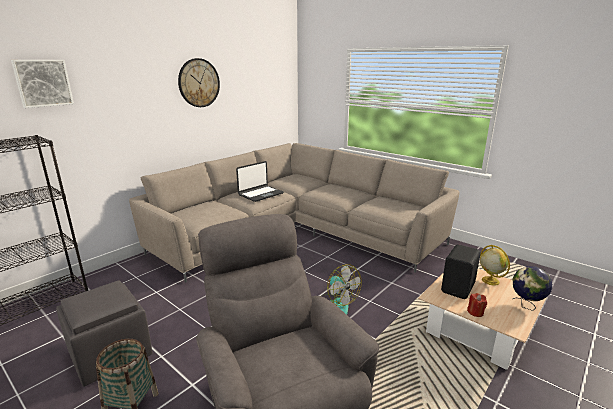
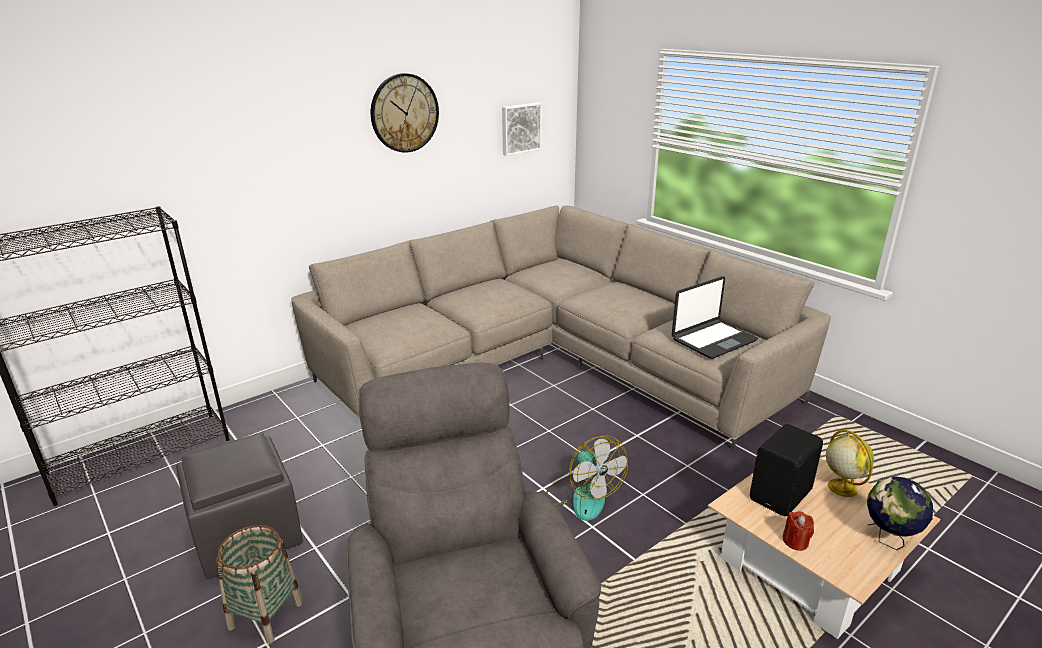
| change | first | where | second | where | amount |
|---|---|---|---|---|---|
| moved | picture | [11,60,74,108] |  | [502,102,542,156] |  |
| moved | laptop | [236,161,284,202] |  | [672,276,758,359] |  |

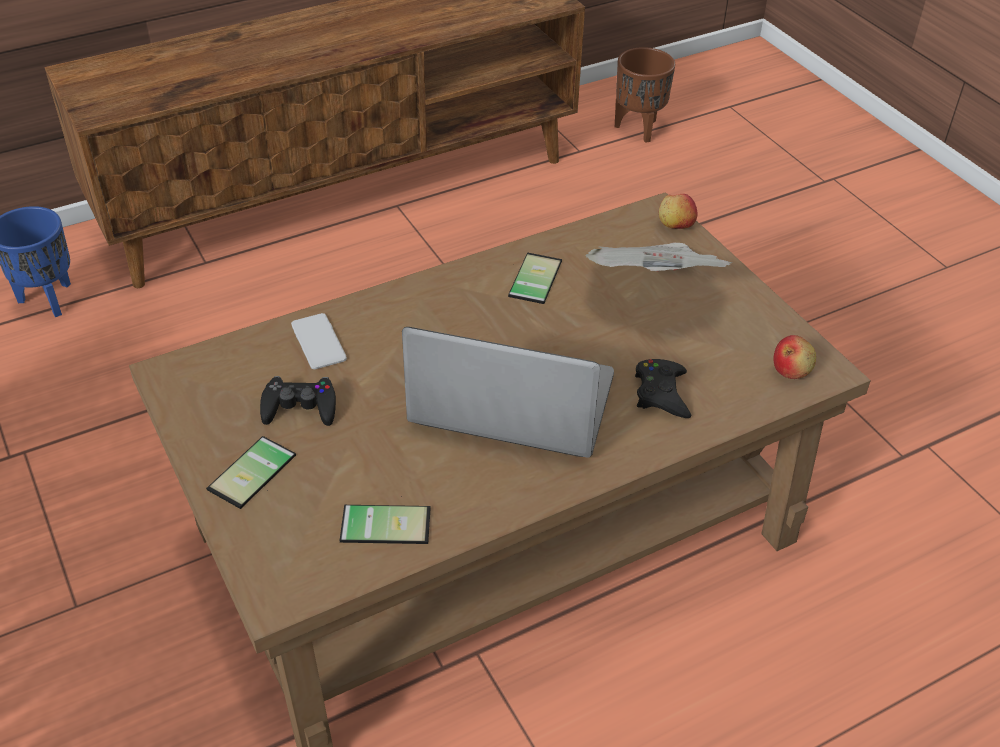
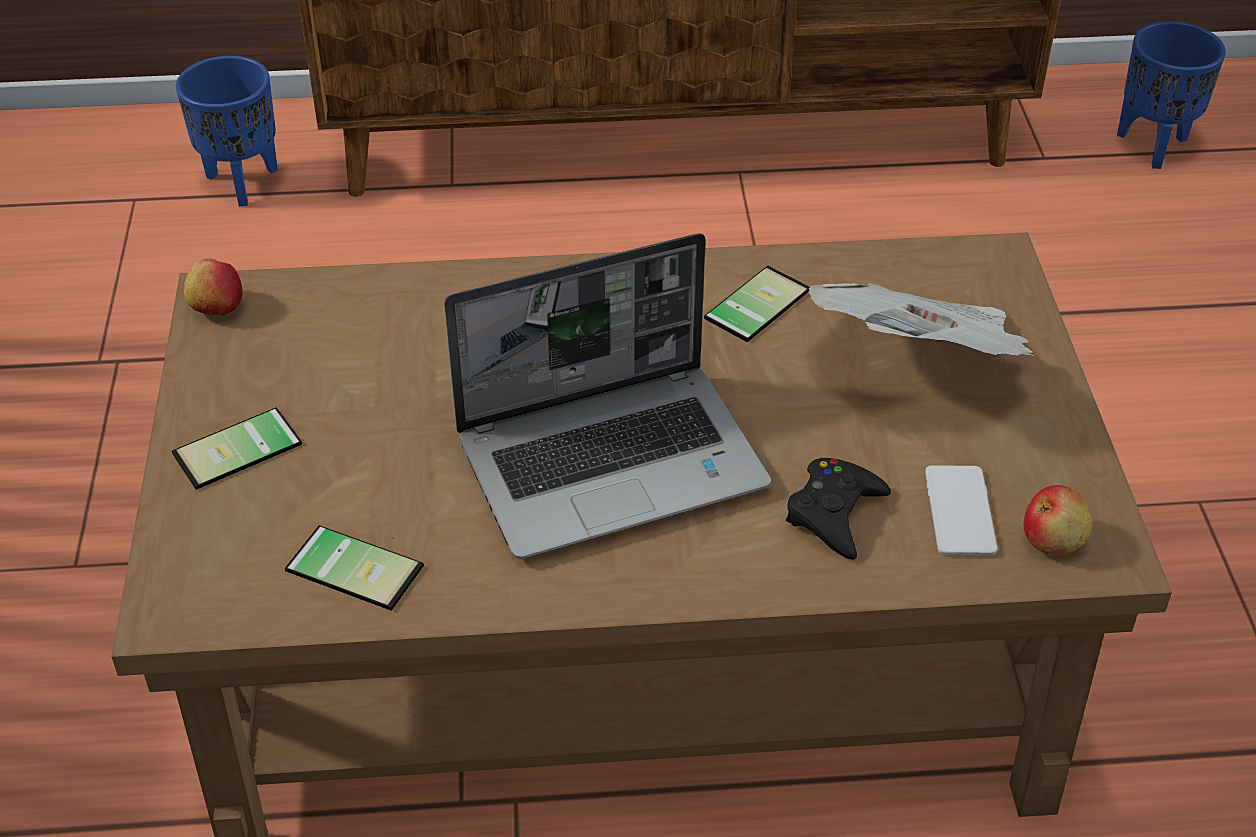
| change | first | where | second | where | amount |
|---|---|---|---|---|---|
| removed | black game controller | [260,376,336,426] |  |  |  |
| moved | phone | [291,313,347,369] |  | [925,465,997,555] |  |
| turned | laptop | [402,327,614,458] |  | [444,233,771,559] | 120 degrees clockwise |
| recoloured | brown planter | [615,47,675,143] | blue planter | [1117,21,1226,169] |  |
| moved | apple | [659,194,697,229] |  | [184,258,243,316] |  |

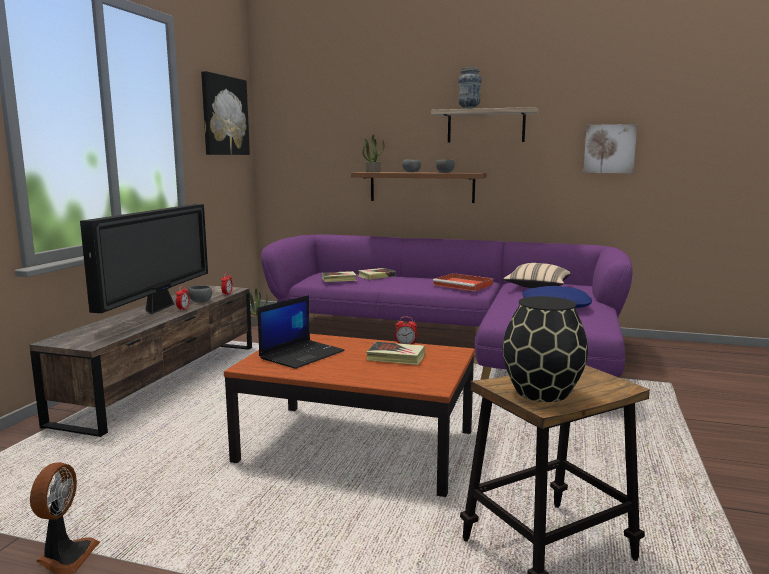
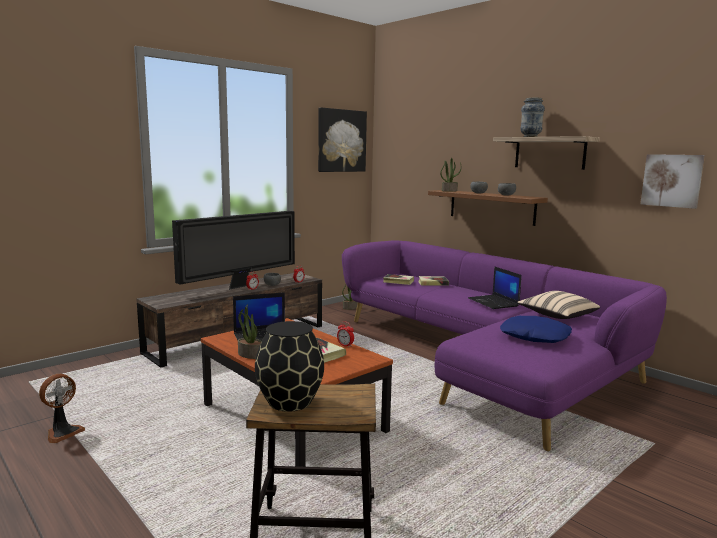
| change | first | where | second | where | amount |
|---|---|---|---|---|---|
| replaced | red tray | [433,273,493,291] | laptop | [468,266,522,309] |  |
| added |  |  | potted plant | [238,304,262,359] |  |

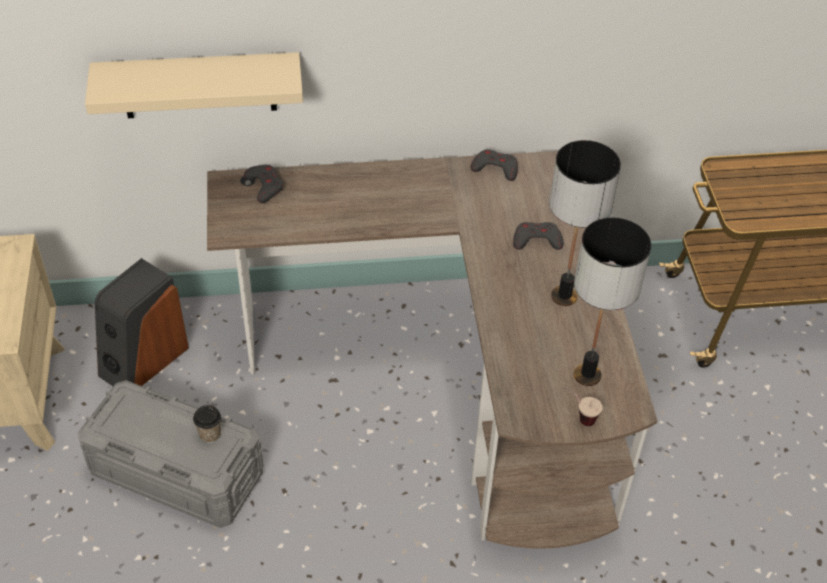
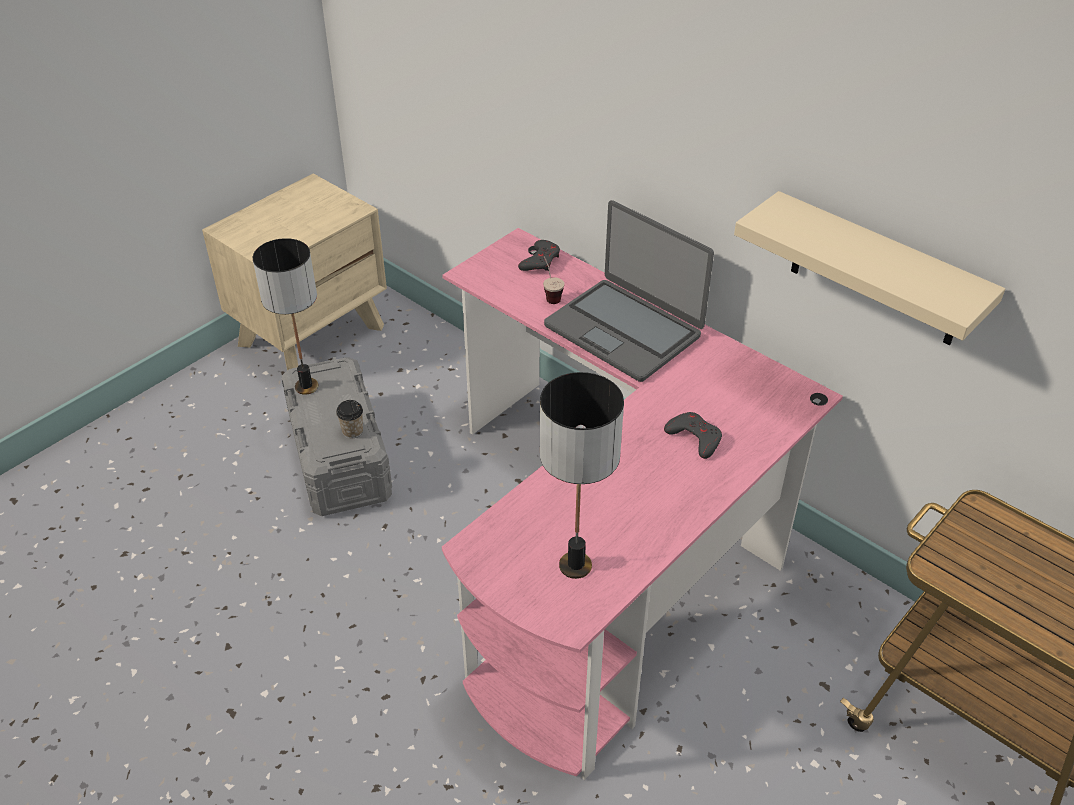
| change | first | where | second | where | amount |
|---|---|---|---|---|---|
| moved | beige shelf | [85,52,303,118] |  | [734,191,1005,345] |  |
| removed | speaker | [95,258,189,386] |  |  |  |
| recoloured | brown desk | [207,151,658,549] | pink desk | [442,228,843,780] |  |
| removed | grey game controller | [471,149,518,181] |  |  |  |
| moved | table lamp | [549,140,621,306] |  | [253,238,318,395] |  |
| moved | cup | [562,387,602,426] |  | [543,256,564,304] |  |
| added |  |  | laptop | [544,200,714,382] |  |

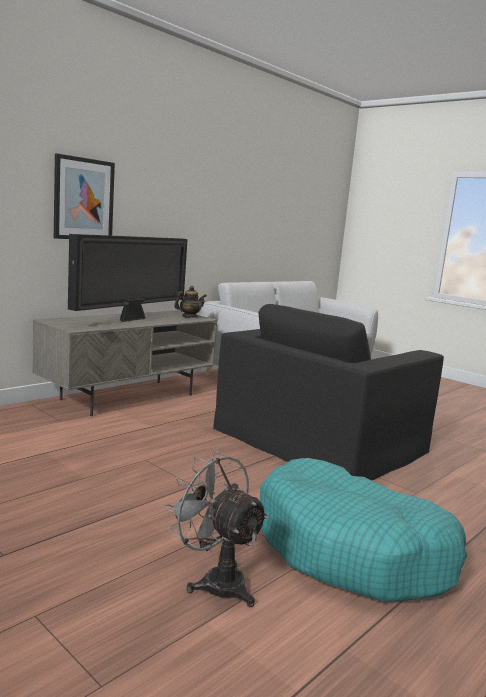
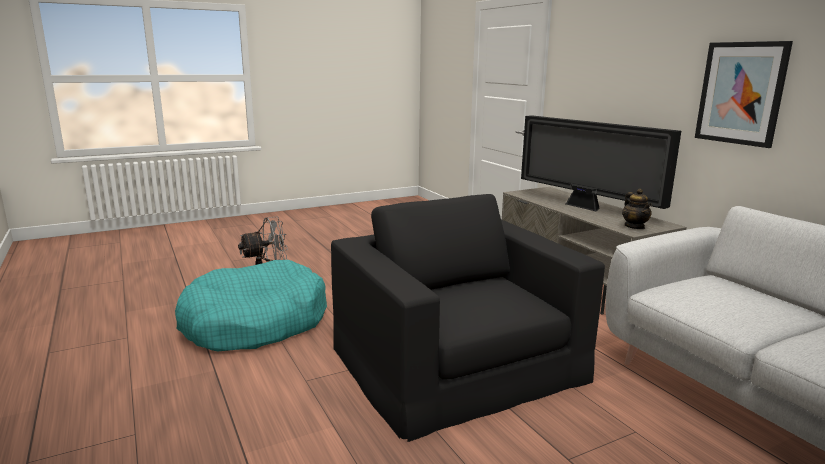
| change | first | where | second | where | amount |
|---|---|---|---|---|---|
| moved | picture | [54,153,115,239] |  | [695,41,793,148] |  |

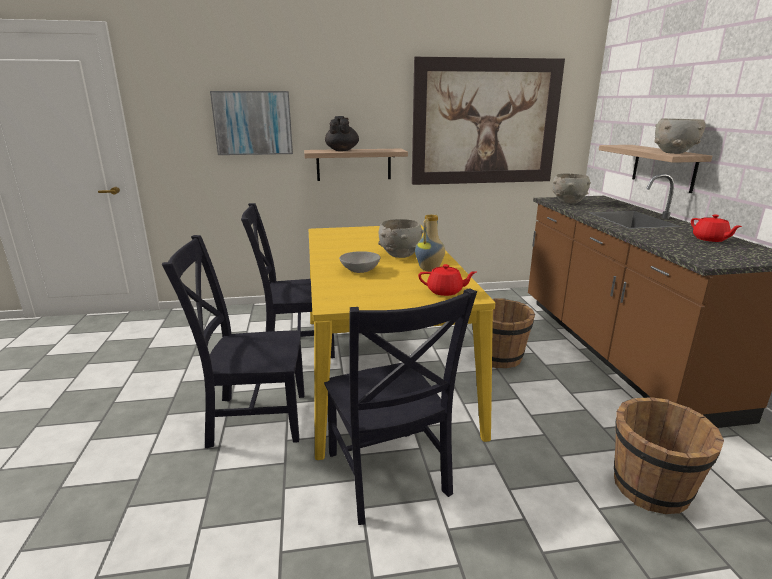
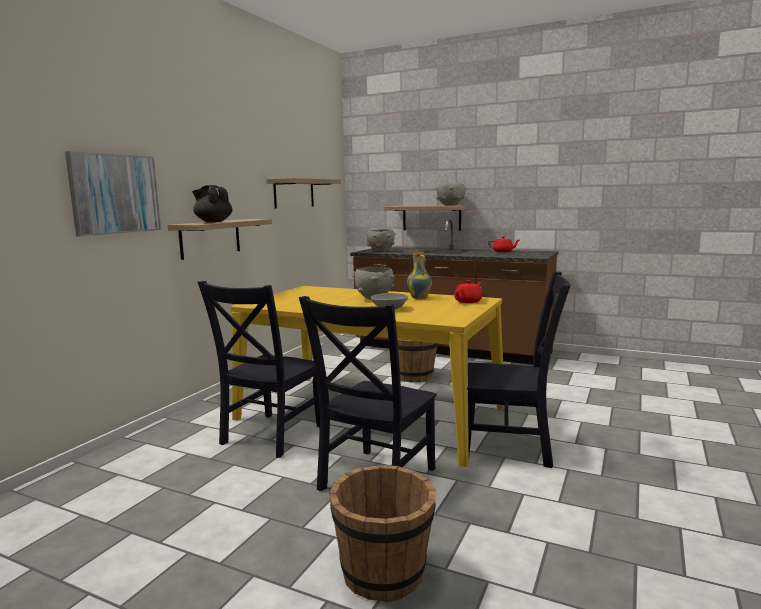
| change | first | where | second | where | amount |
|---|---|---|---|---|---|
| replaced | picture | [412,57,565,185] | shelf | [267,178,341,208] |  |
| moved | brown bucket | [614,397,724,514] |  | [329,465,436,602] |  |

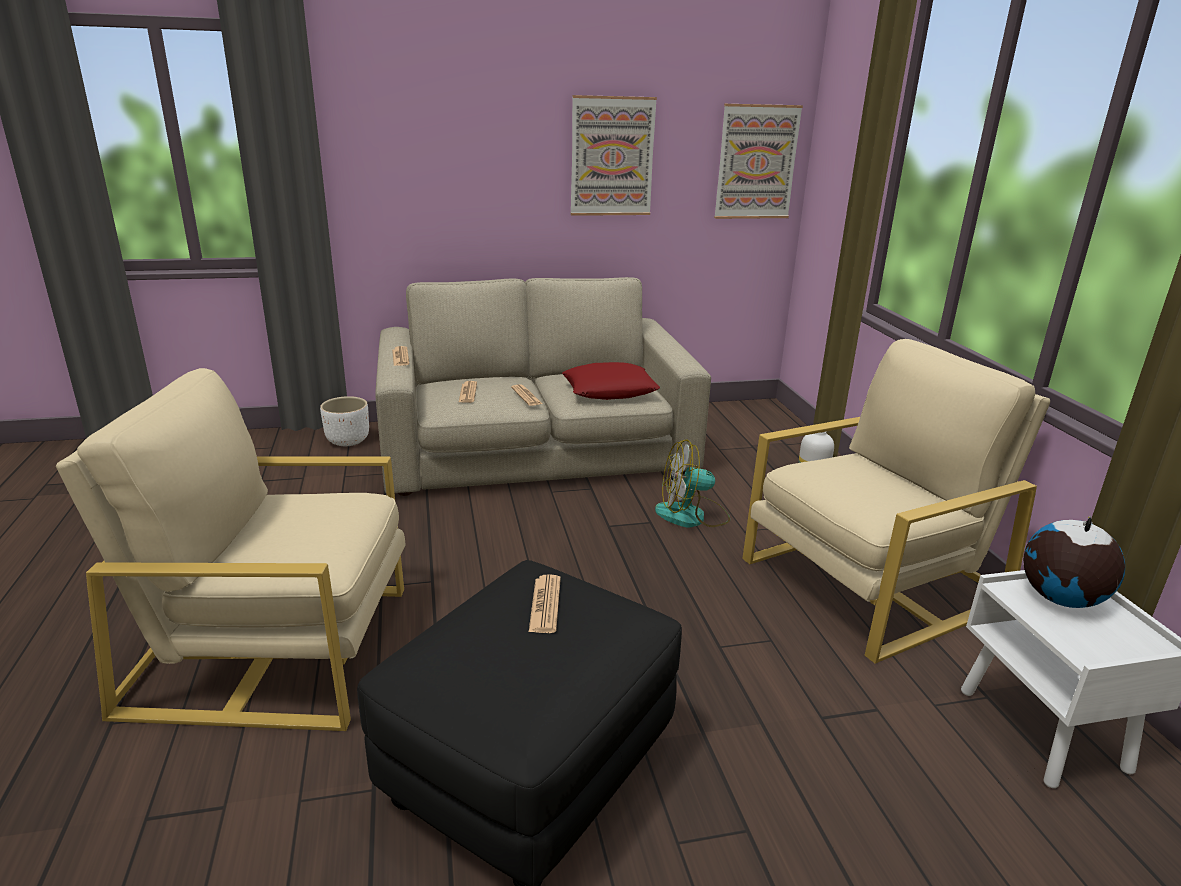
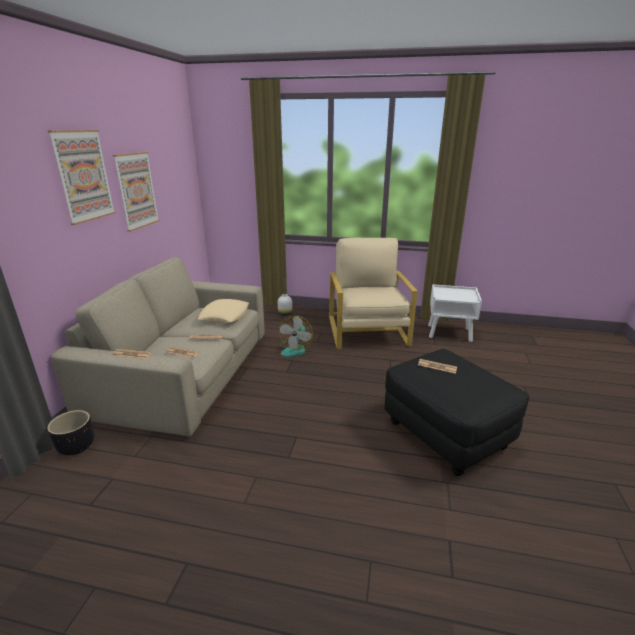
| change | first | where | second | where | amount |
|---|---|---|---|---|---|
| removed | beige armchair | [56,368,406,731] |  |  |  |
| recoloured | white planter | [320,396,369,446] | black planter | [47,410,94,456] |  |
| recoloured | red pillow | [562,362,660,400] | beige pillow | [198,299,249,323] |  |
| moved | picture | [714,104,803,219] |  | [47,130,116,225] |  |
| removed | globe | [1023,516,1125,608] |  |  |  |

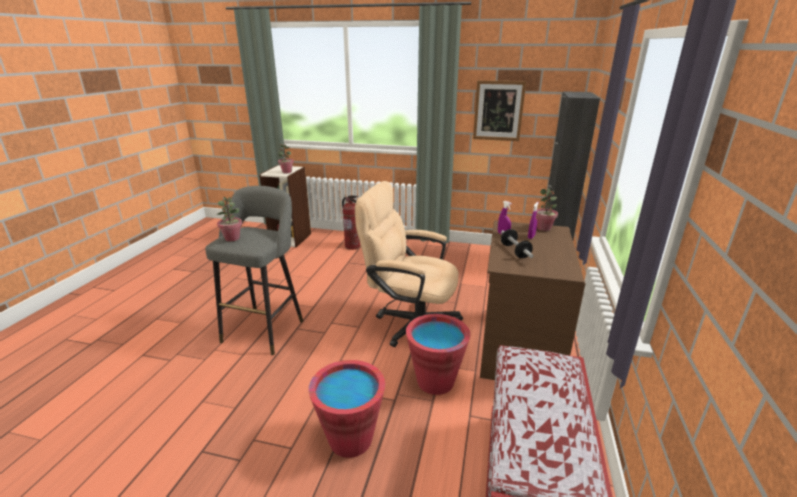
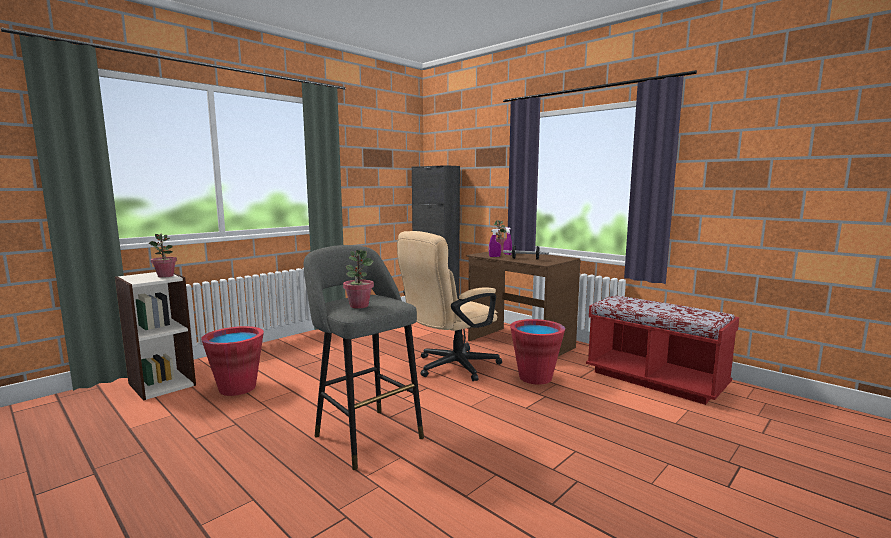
| change | first | where | second | where | amount |
|---|---|---|---|---|---|
| moved | red bucket | [309,360,385,458] |  | [201,326,264,396] |  |
| removed | fire extinguisher | [342,195,360,250] |  |  |  |
| removed | picture | [473,80,526,141] |  |  |  |

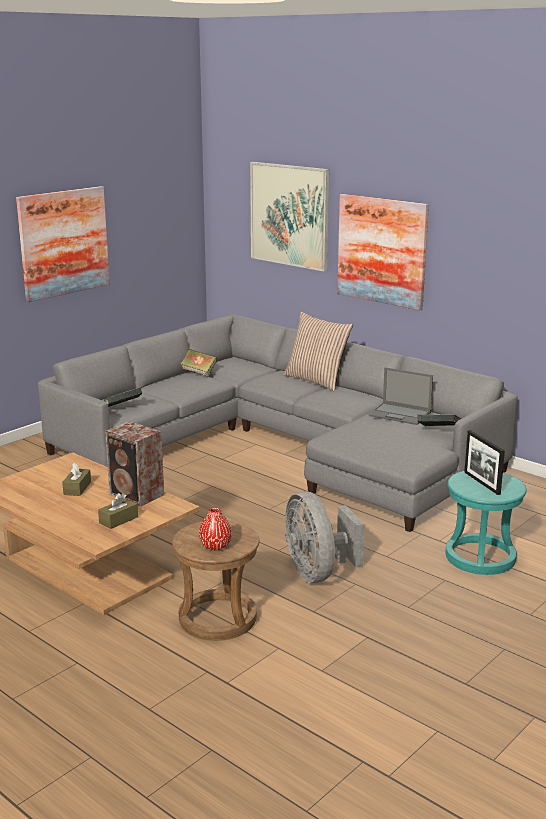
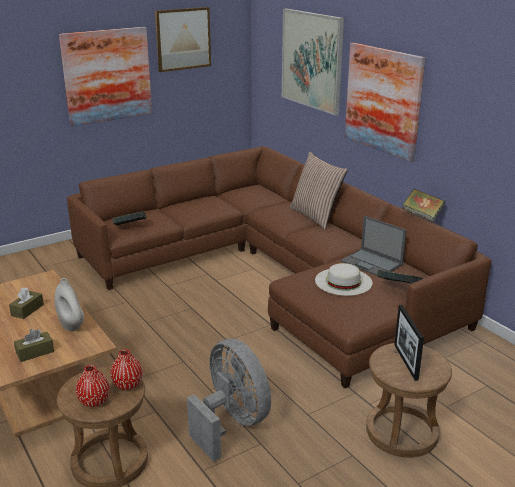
| change | first | where | second | where | amount |
|---|---|---|---|---|---|
| recoloured | grey sofa | [37,314,518,532] | brown sofa | [67,146,492,388] |  |
| replaced | speaker | [105,421,164,507] | white vase | [54,278,84,331] |  |
| moved | book | [181,349,217,376] |  | [403,189,445,222] |  |
| turned | grey fan | [285,491,365,583] |  | [187,338,271,462] | 150 degrees clockwise |
| recoloured | turquoise stool | [445,471,527,575] | brown stool | [366,343,452,458] |  |
| added |  |  | red vase | [110,349,143,390] |  |
| added |  |  | picture | [155,7,211,72] |  |
| added |  |  | white hat | [315,263,373,296] |  |

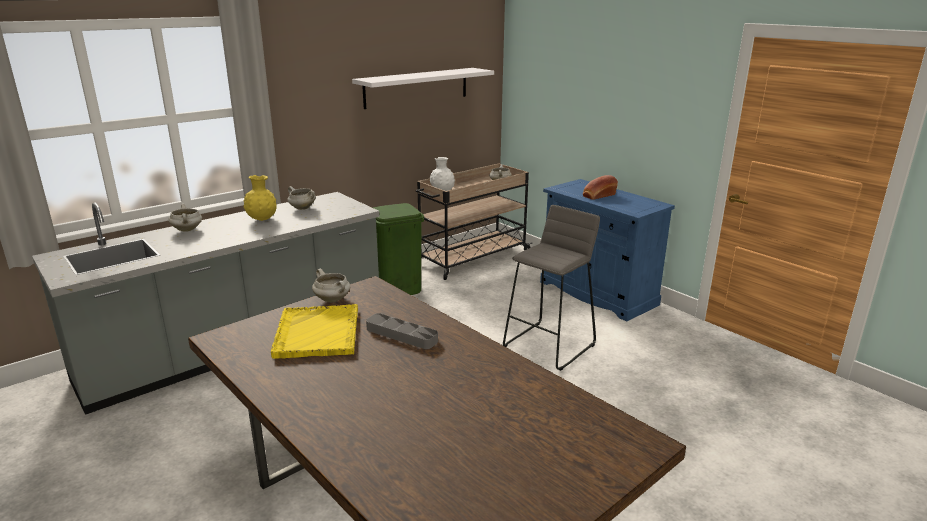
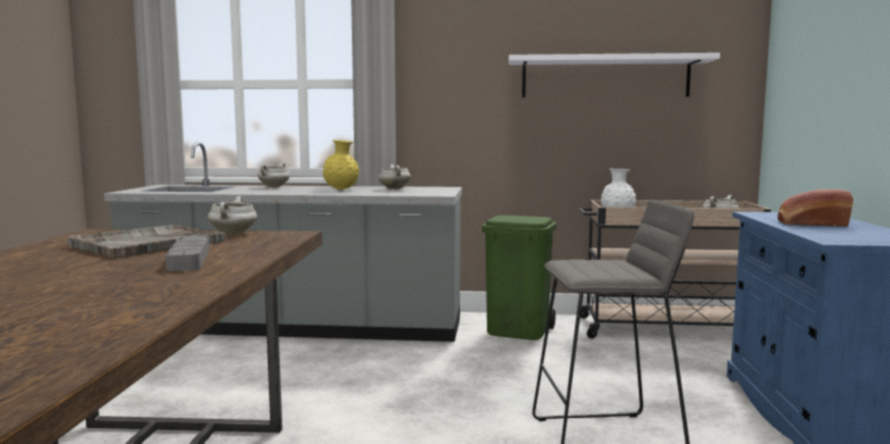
| change | first | where | second | where | amount |
|---|---|---|---|---|---|
| recoloured | yellow tray | [271,304,358,359] | grey tray | [68,225,225,258] |  |

